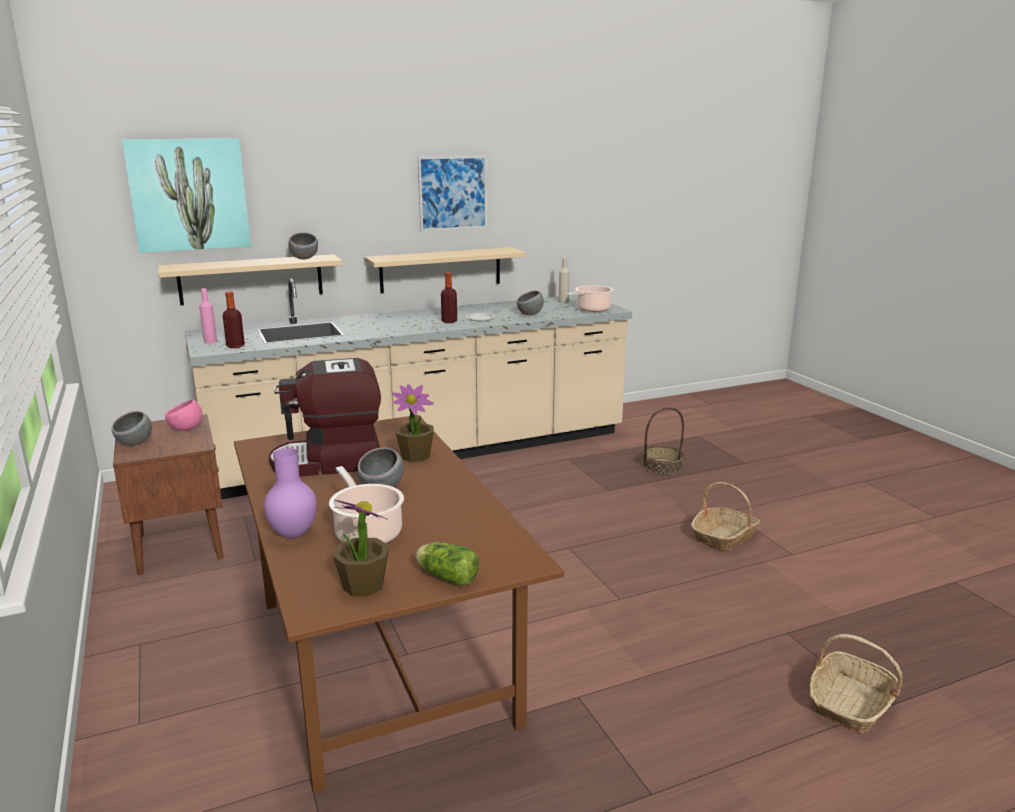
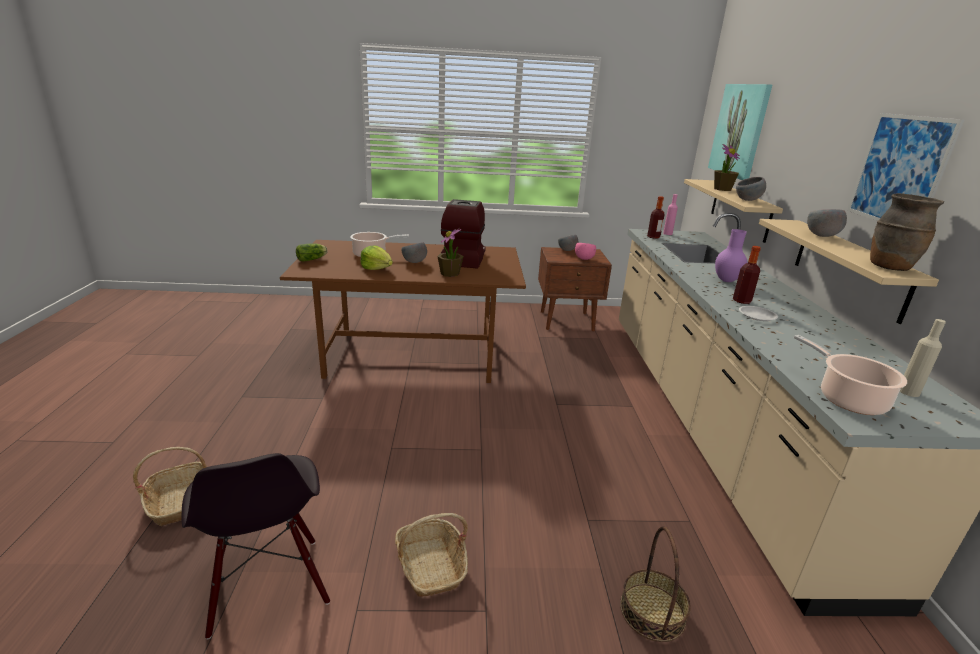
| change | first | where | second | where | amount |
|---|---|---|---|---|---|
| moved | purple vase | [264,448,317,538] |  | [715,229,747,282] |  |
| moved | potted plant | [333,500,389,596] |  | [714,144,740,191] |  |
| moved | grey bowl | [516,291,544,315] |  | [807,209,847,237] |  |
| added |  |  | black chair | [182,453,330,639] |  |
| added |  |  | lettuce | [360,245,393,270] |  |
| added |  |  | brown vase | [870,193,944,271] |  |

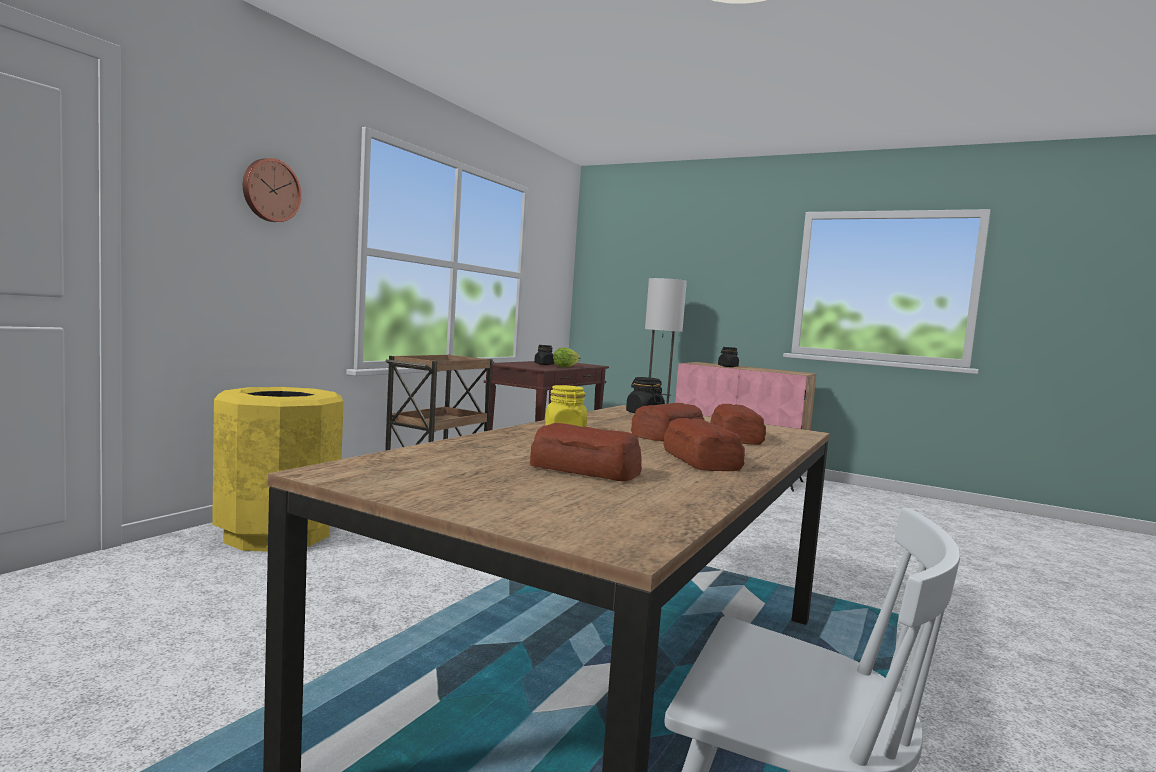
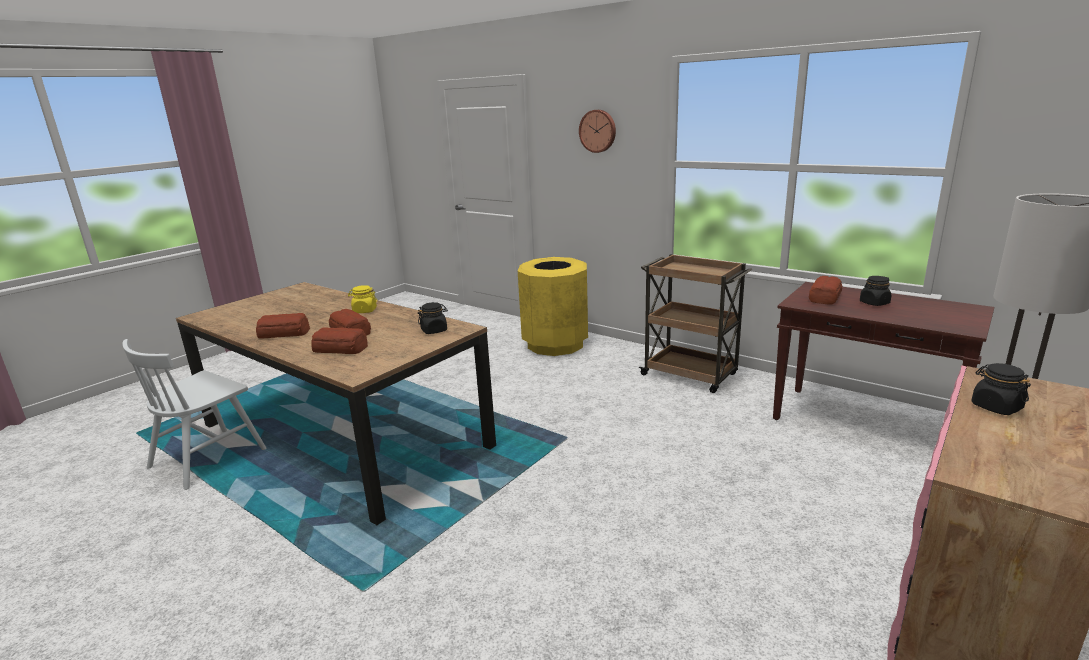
| change | first | where | second | where | amount |
|---|---|---|---|---|---|
| moved | bread | [530,423,642,482] |  | [808,276,843,304] |  |
| removed | lettuce | [553,348,580,367] |  |  |  |

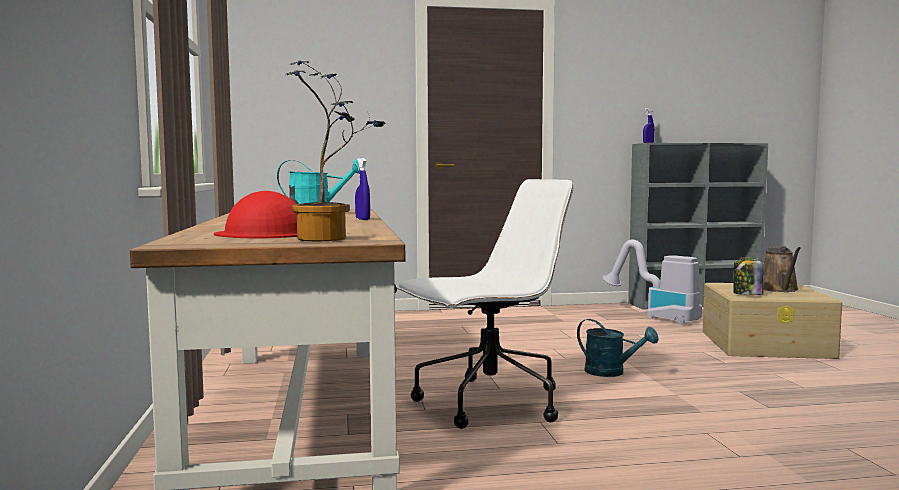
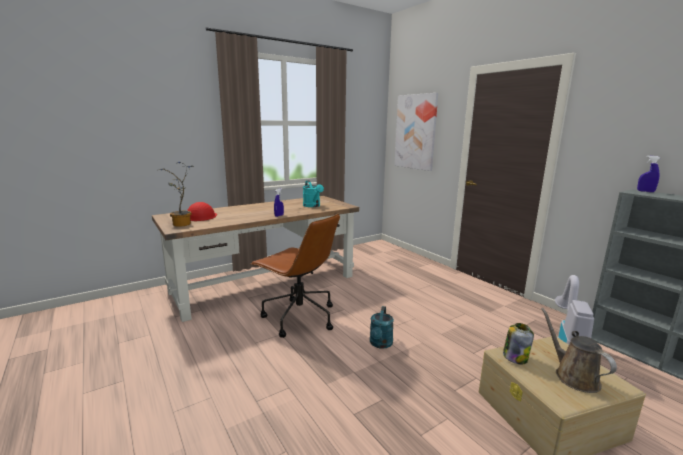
| change | first | where | second | where | amount |
|---|---|---|---|---|---|
| recoloured | white office chair | [397,179,574,429] | brown office chair | [250,213,340,338] |  |
| turned | brown watering can | [764,246,801,292] |  | [541,308,617,393] | 90 degrees clockwise |
| added |  |  | picture | [394,93,438,171] |  |

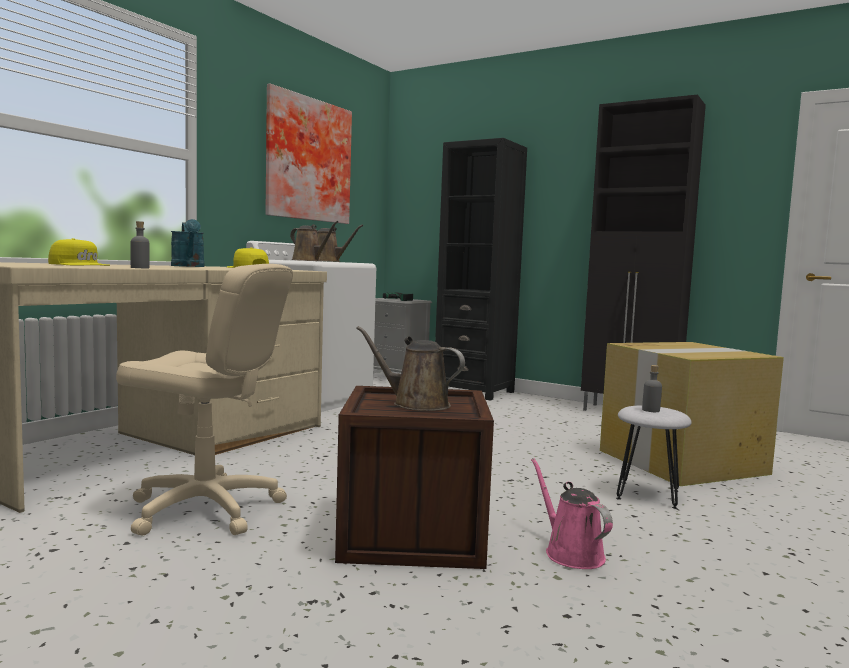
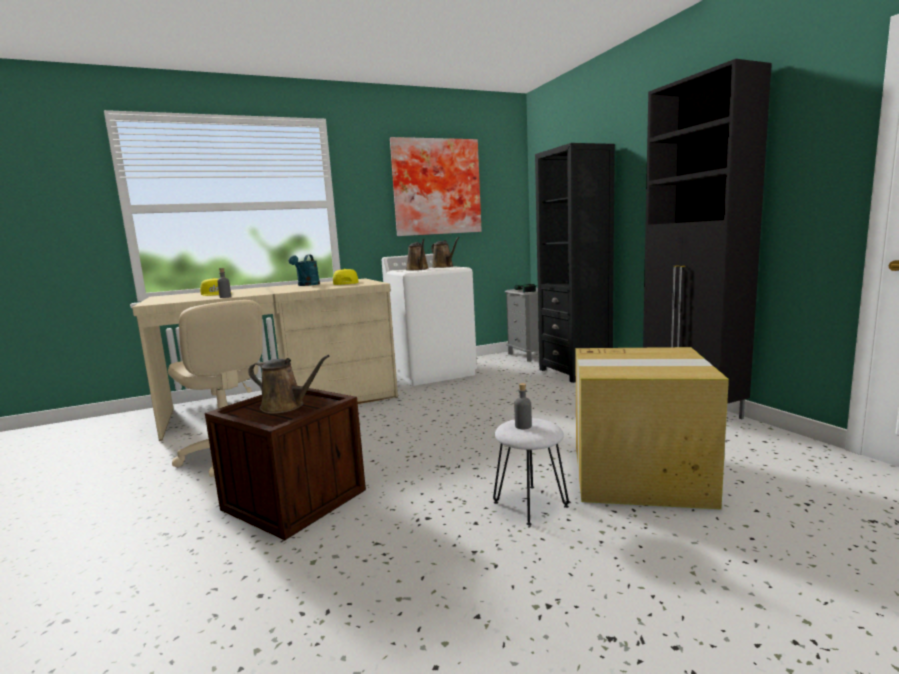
| change | first | where | second | where | amount |
|---|---|---|---|---|---|
| turned | brown watering can | [356,326,465,411] |  | [248,355,329,414] | 135 degrees clockwise |
| removed | pink watering can | [531,458,613,569] |  |  |  |

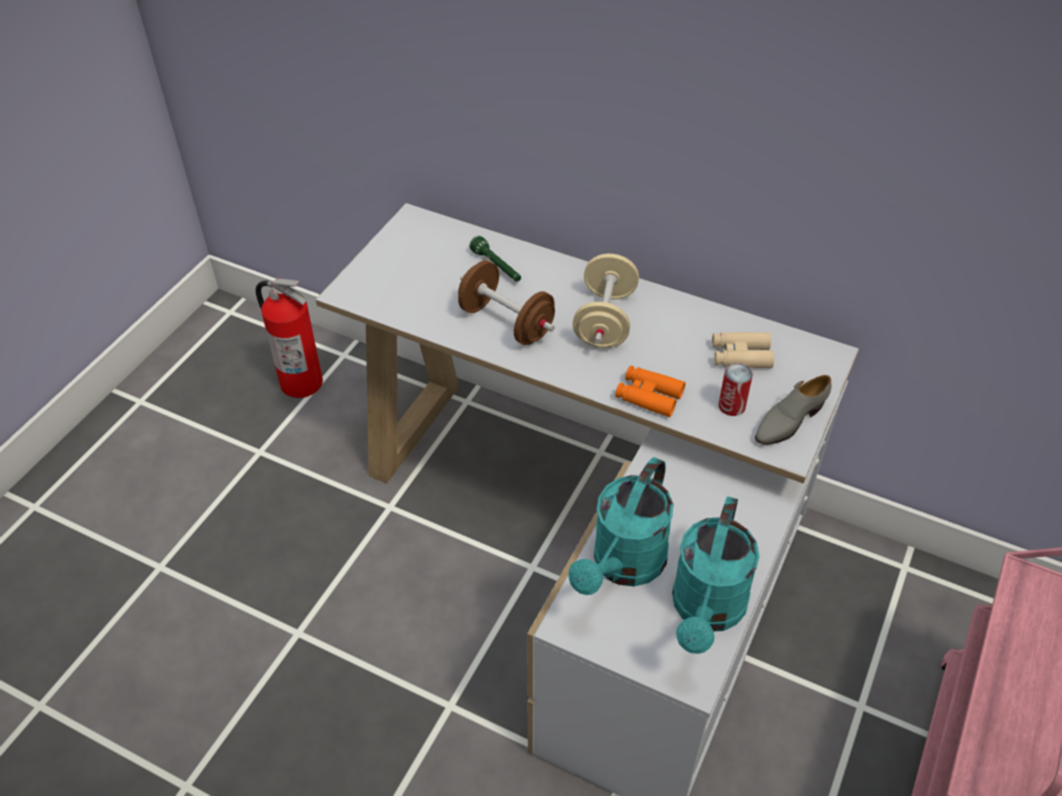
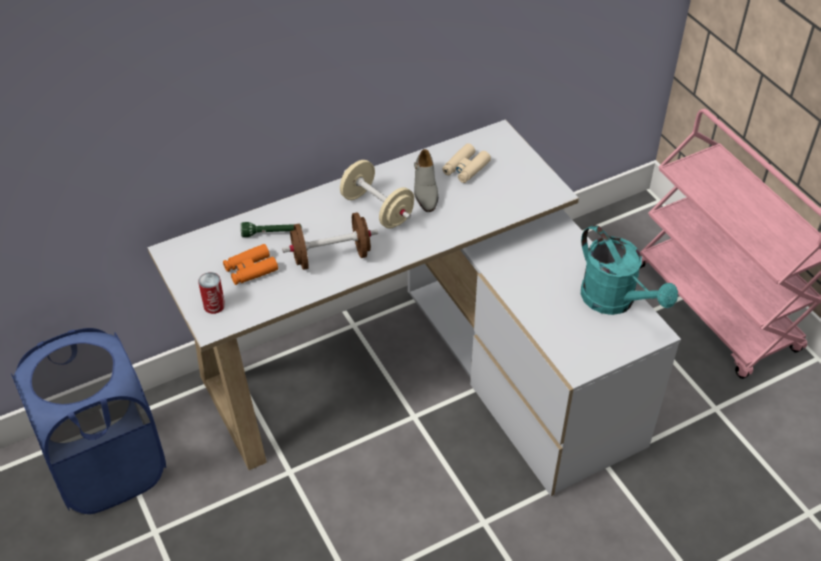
| change | first | where | second | where | amount |
|---|---|---|---|---|---|
| replaced | fire extinguisher | [256,278,323,398] | blue laundry basket | [11,328,166,514] |  |
| removed | turquoise watering can | [568,457,673,595] |  |  |  |
| moved | orange binoculars | [615,366,686,417] |  | [223,244,278,285] |  |
| moved | can | [718,363,753,416] |  | [198,272,225,314] |  |
| moved | grey shoe | [755,375,831,445] |  | [414,149,438,212] |  |

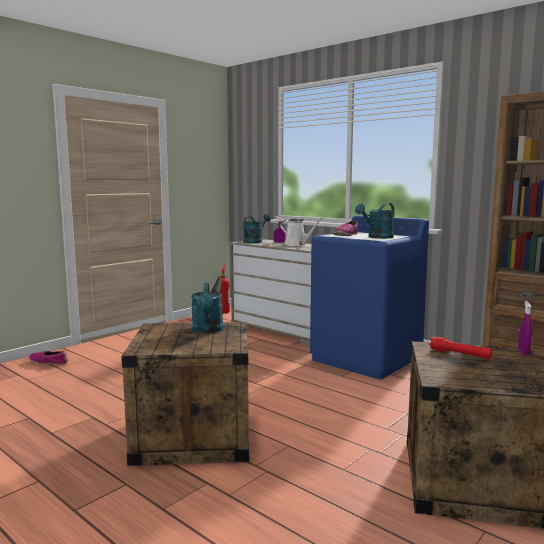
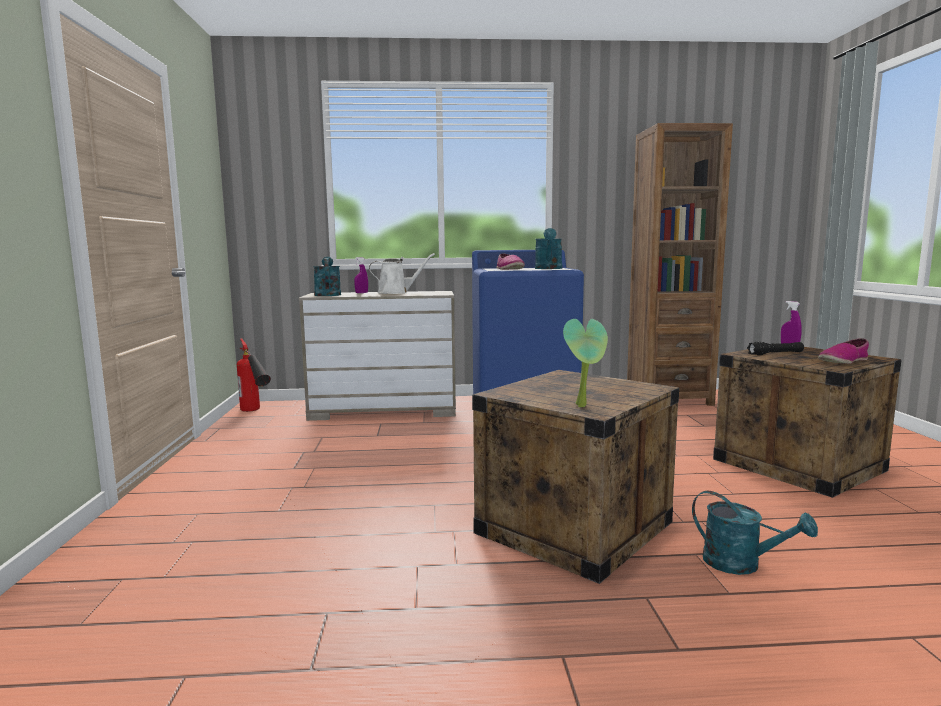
| change | first | where | second | where | amount |
|---|---|---|---|---|---|
| moved | shoe | [29,351,68,366] |  | [818,338,869,364] |  |
| moved | turquoise watering can | [191,283,223,333] |  | [692,491,818,575] |  |
| recoloured | red flashlight | [429,337,492,359] | black flashlight | [747,342,804,355] |  |
| added |  |  | potted plant | [563,319,608,407] |  |

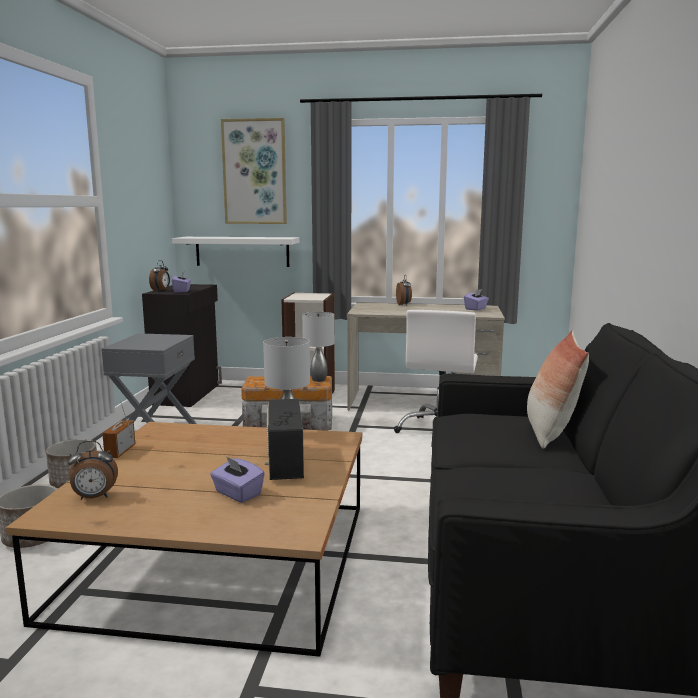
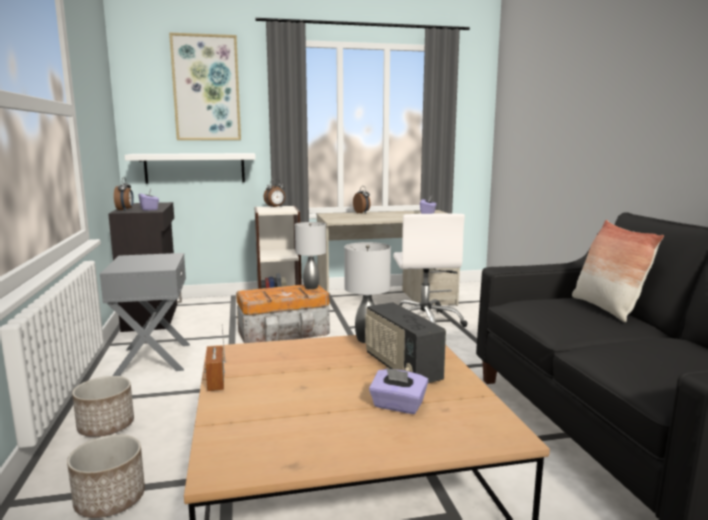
| change | first | where | second | where | amount |
|---|---|---|---|---|---|
| moved | alarm clock | [68,441,118,500] |  | [264,179,285,207] |  |

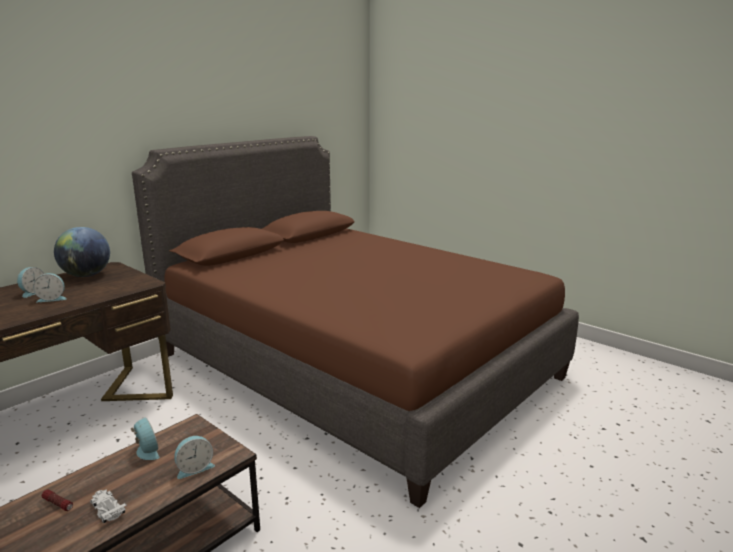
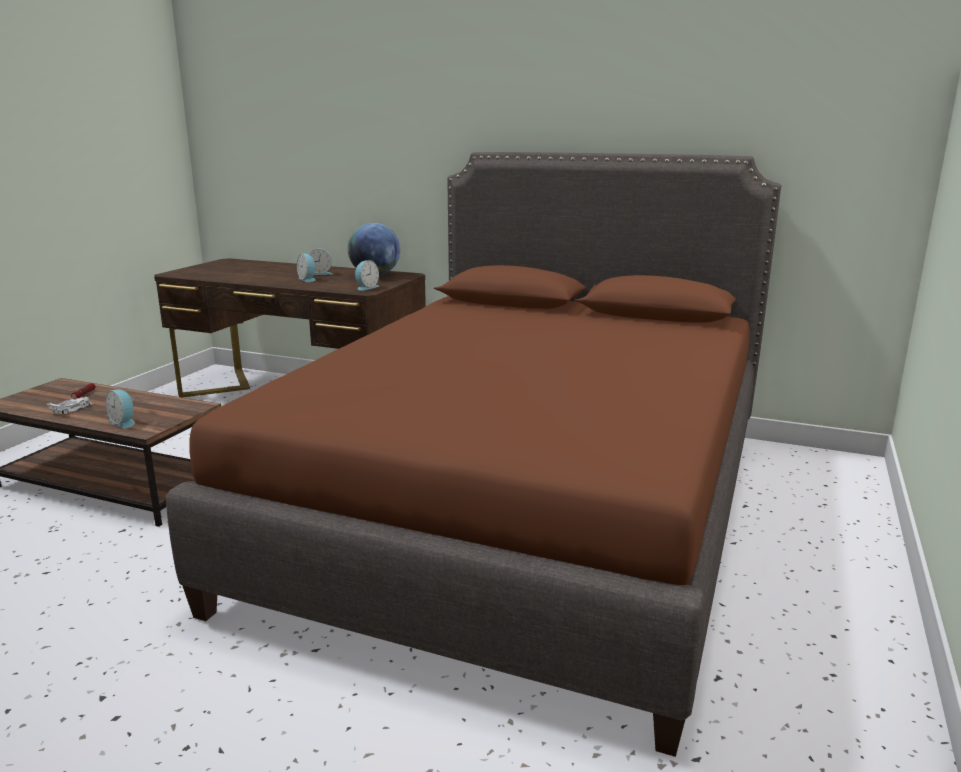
| change | first | where | second | where | amount |
|---|---|---|---|---|---|
| moved | alarm clock | [131,418,159,460] |  | [355,260,379,291] |  |

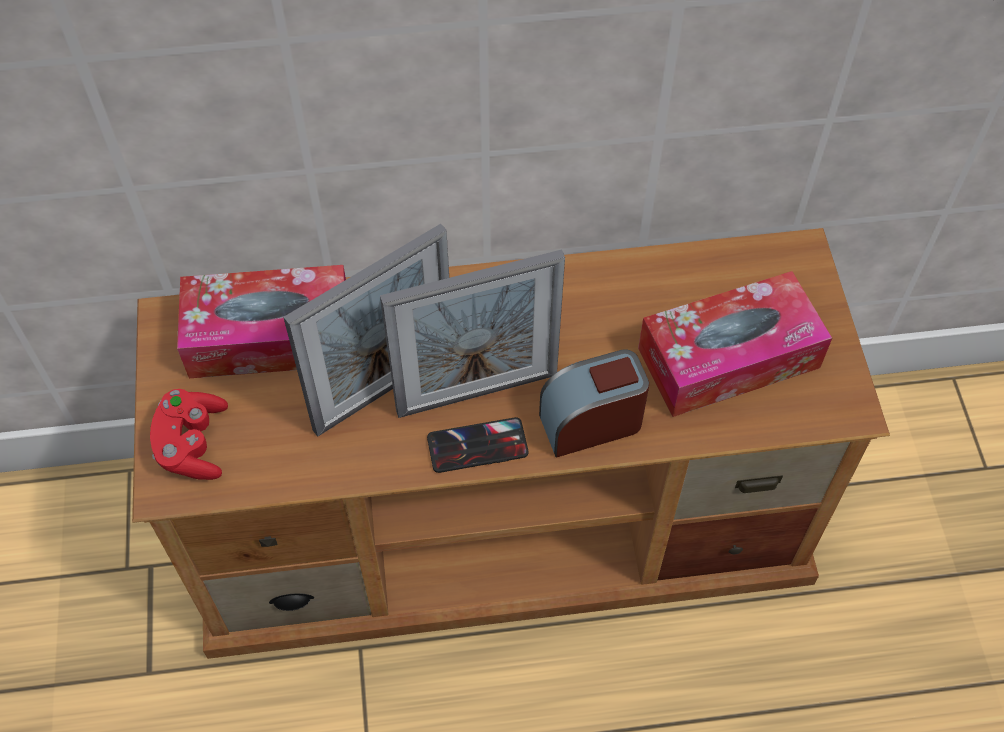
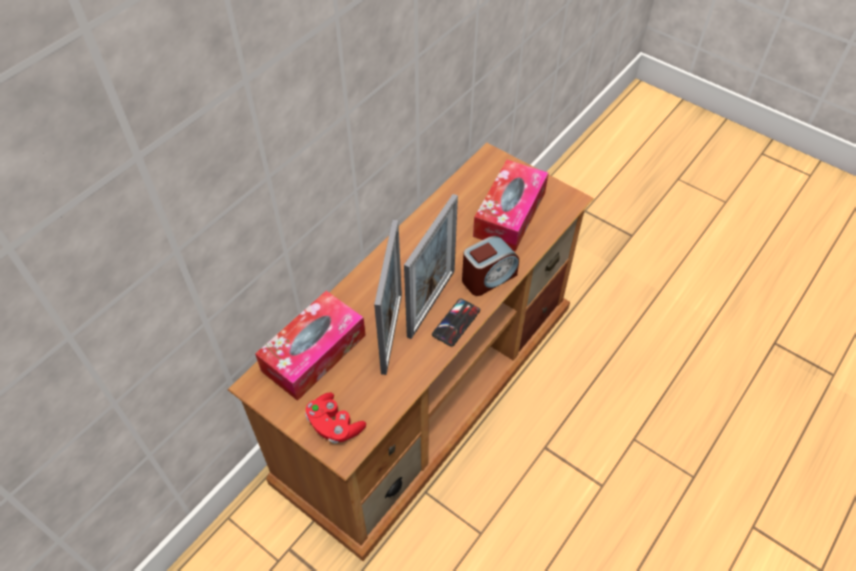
| change | first | where | second | where | amount |
|---|---|---|---|---|---|
| turned | alarm clock | [539,349,649,458] |  | [462,236,519,296] | 150 degrees counterclockwise |

